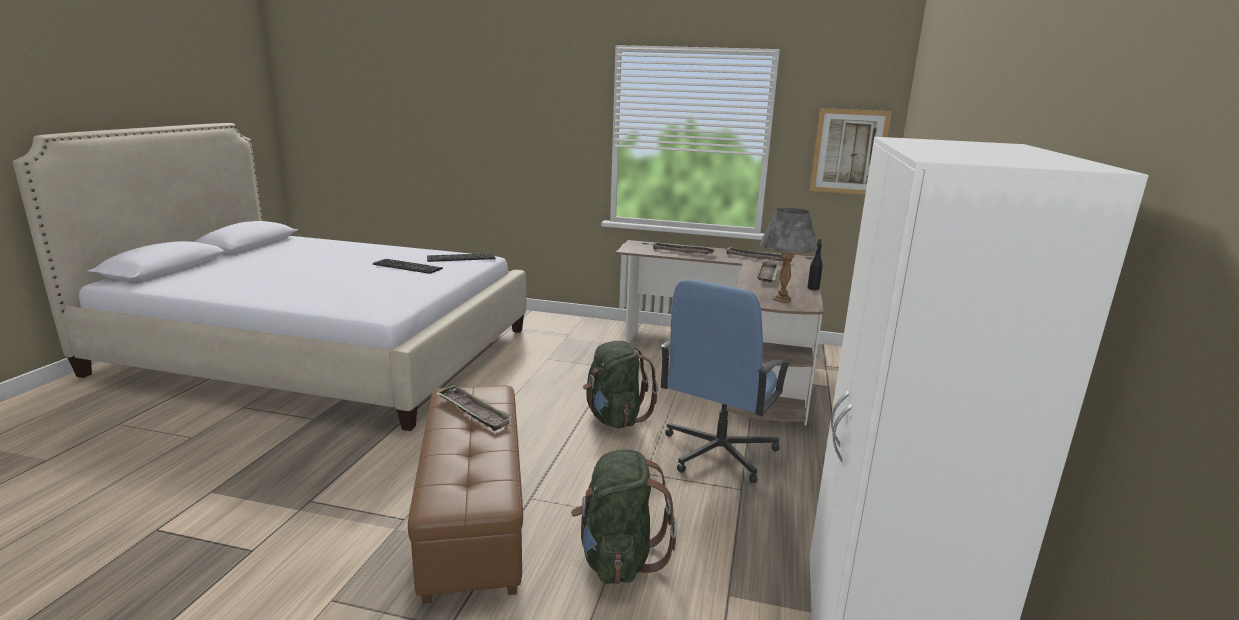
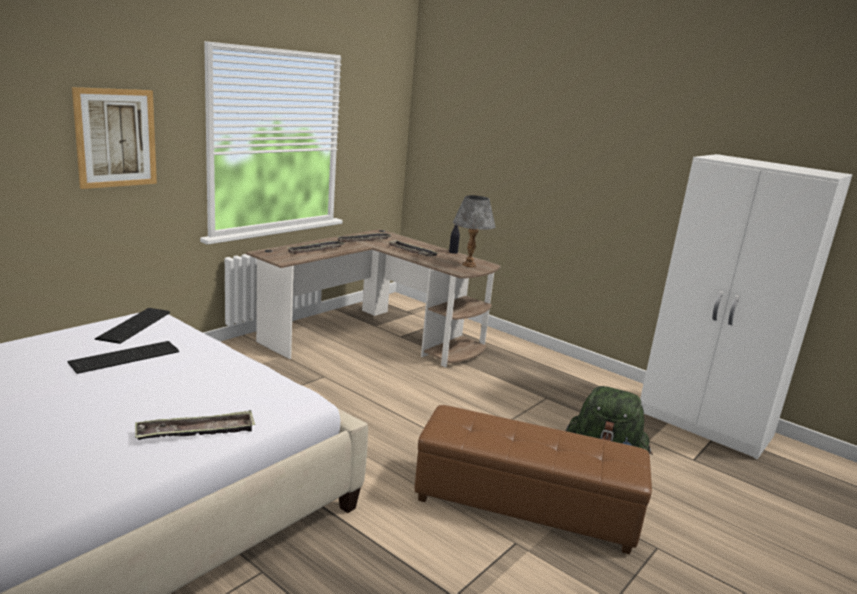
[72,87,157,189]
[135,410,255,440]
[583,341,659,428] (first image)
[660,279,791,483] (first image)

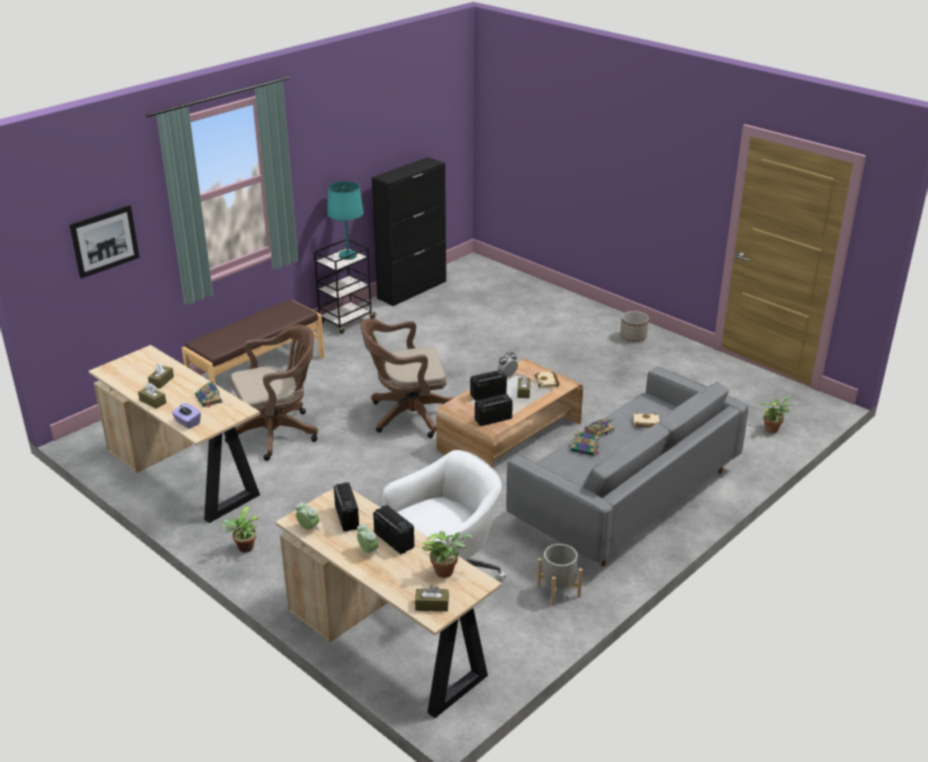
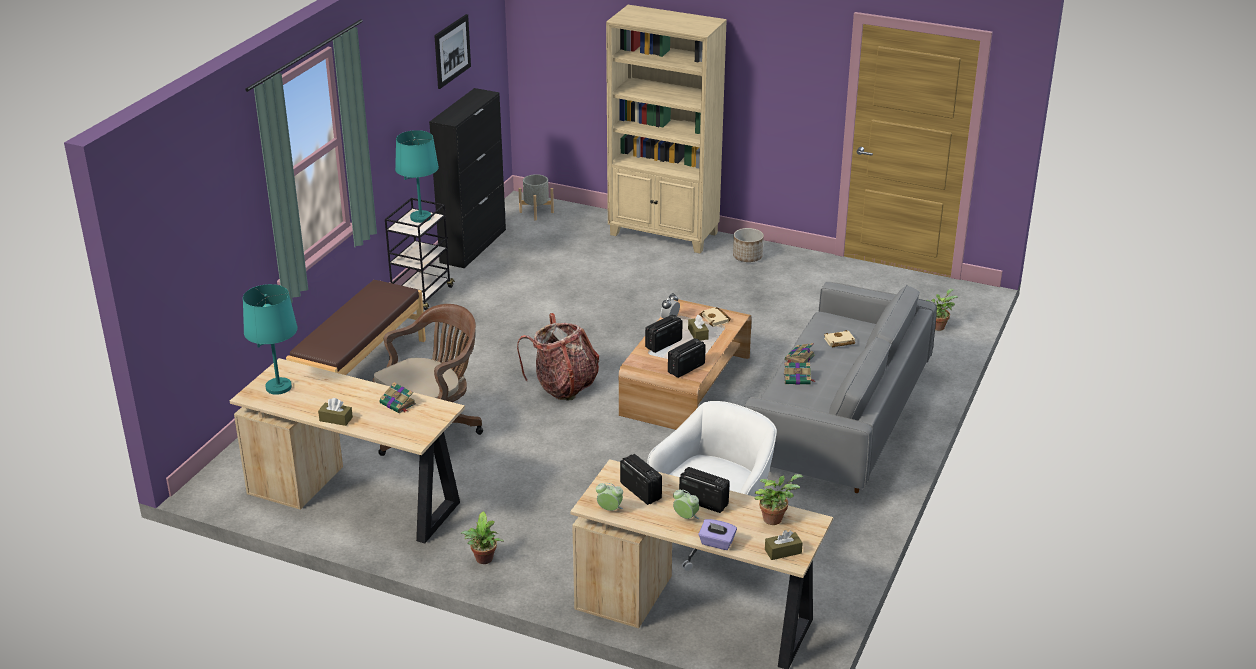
[243,284,298,395]
[434,14,471,89]
[517,313,599,401]
[518,174,554,220]
[606,5,727,254]
[698,519,737,550]
[148,363,174,389] (first image)

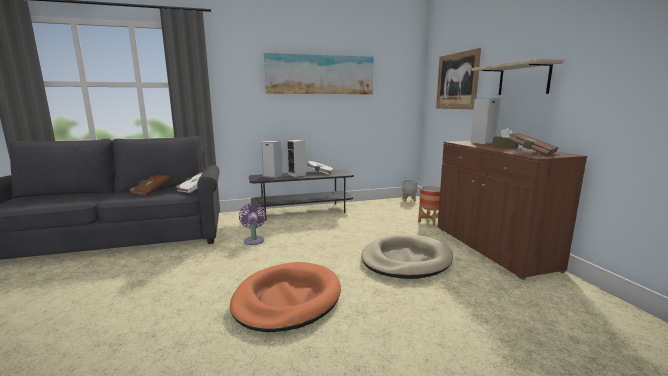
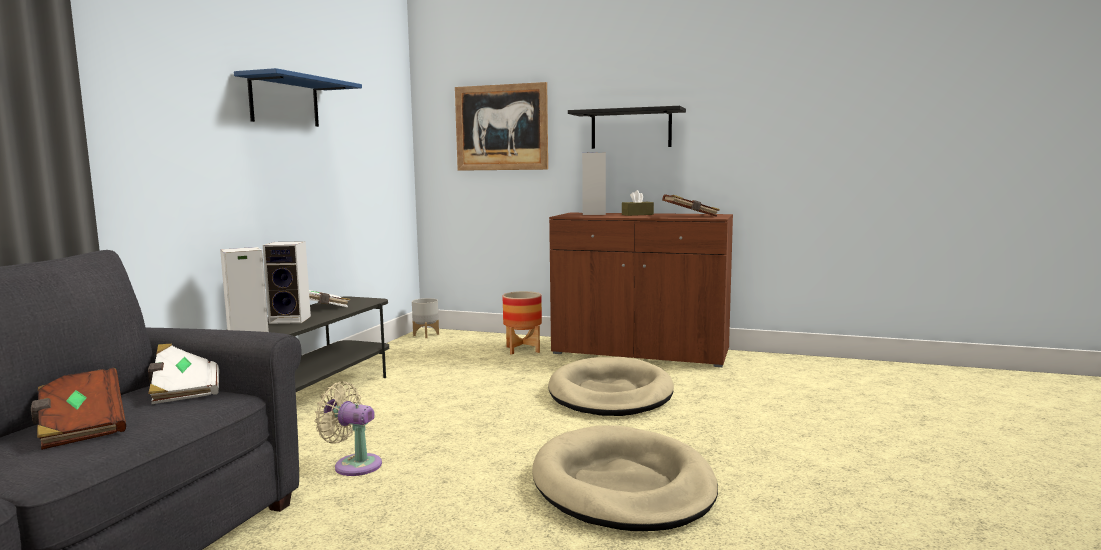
[234,68,362,127]
[314,382,382,476]
[532,425,718,531]
[568,106,686,149]

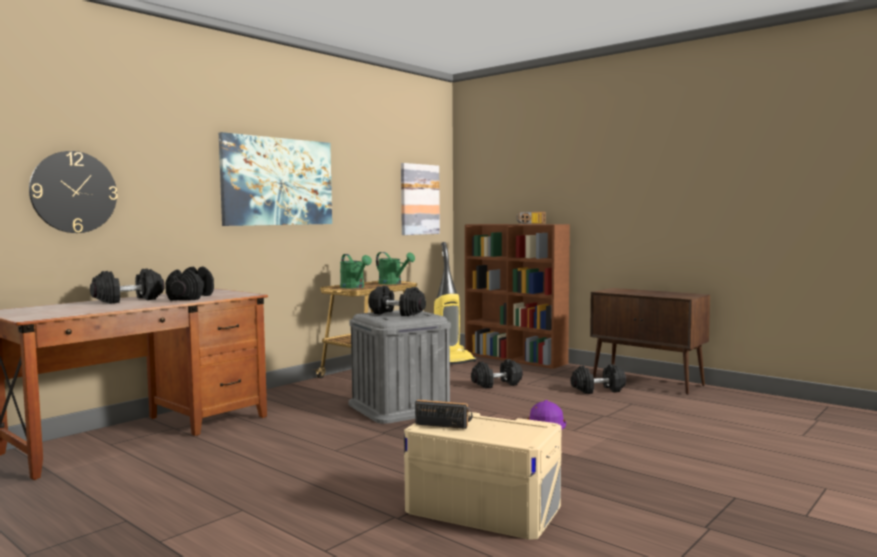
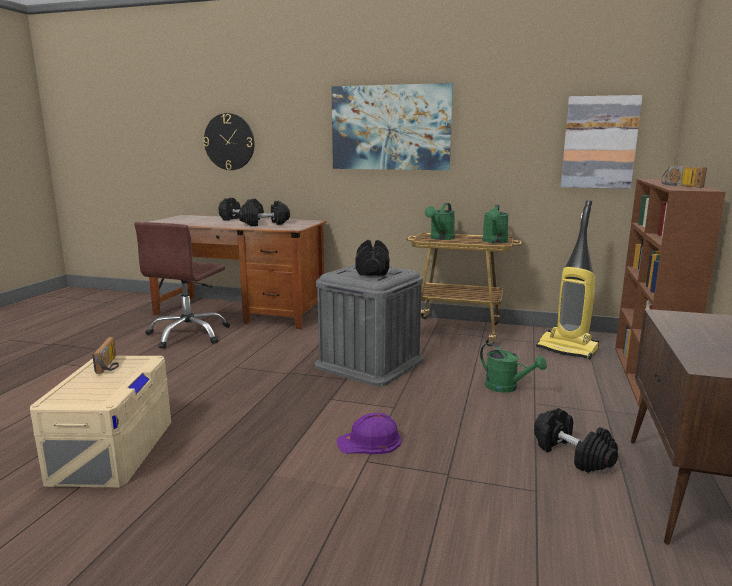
[134,222,230,349]
[480,343,547,393]

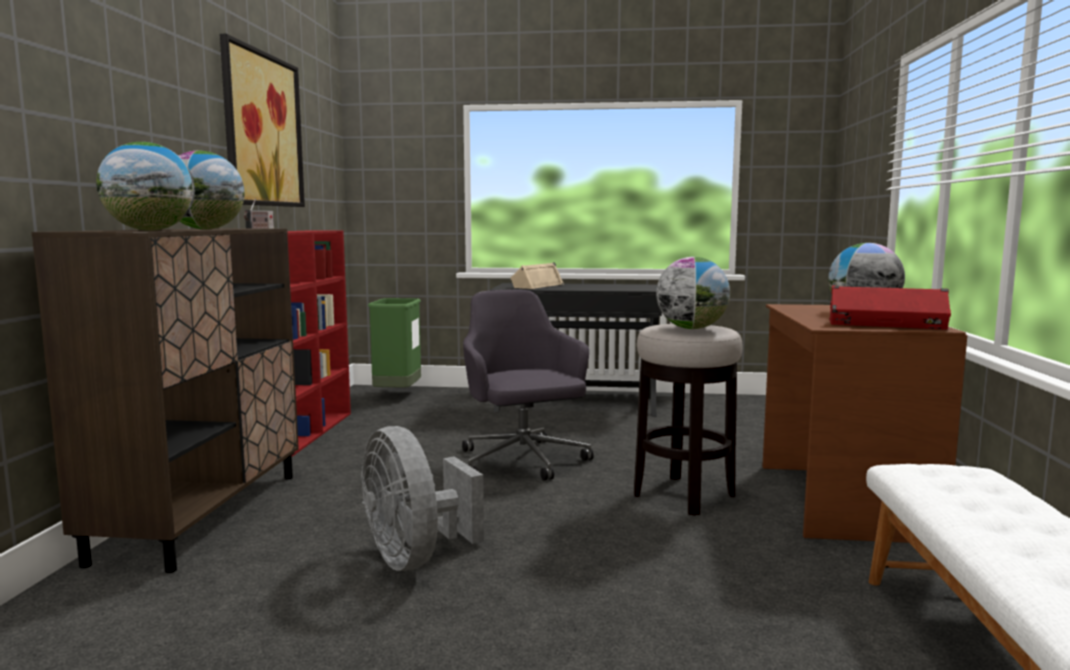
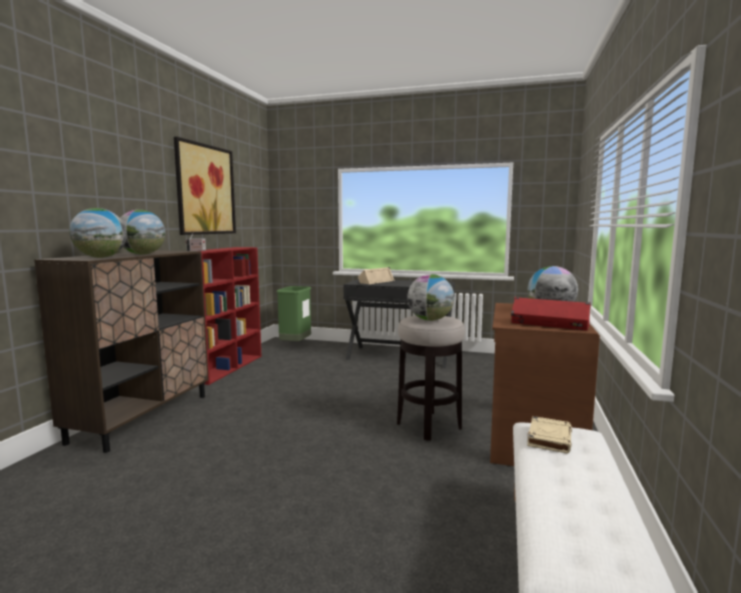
[527,416,572,453]
[361,426,484,571] (first image)
[462,290,594,481] (first image)

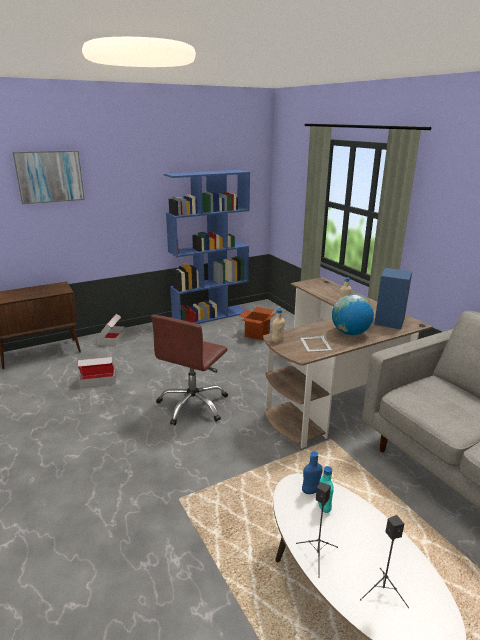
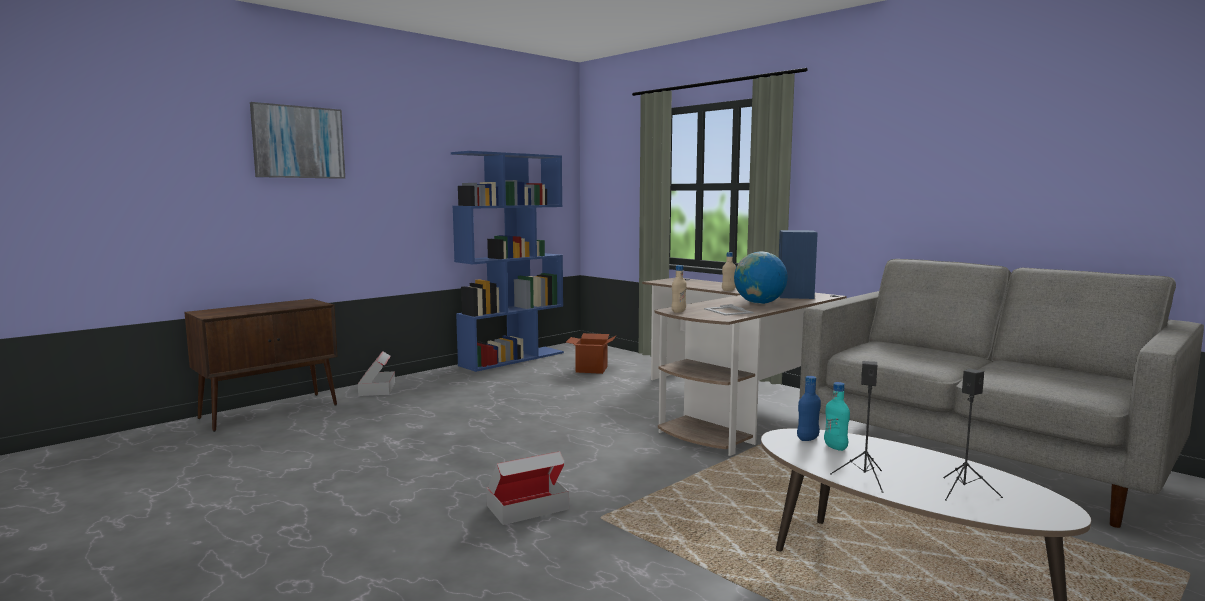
[486,451,569,525]
[151,315,228,426] (first image)

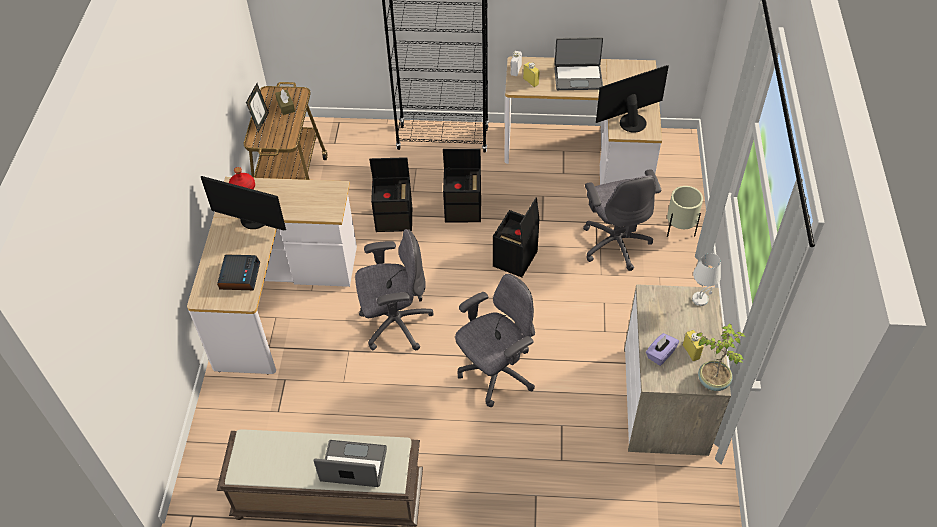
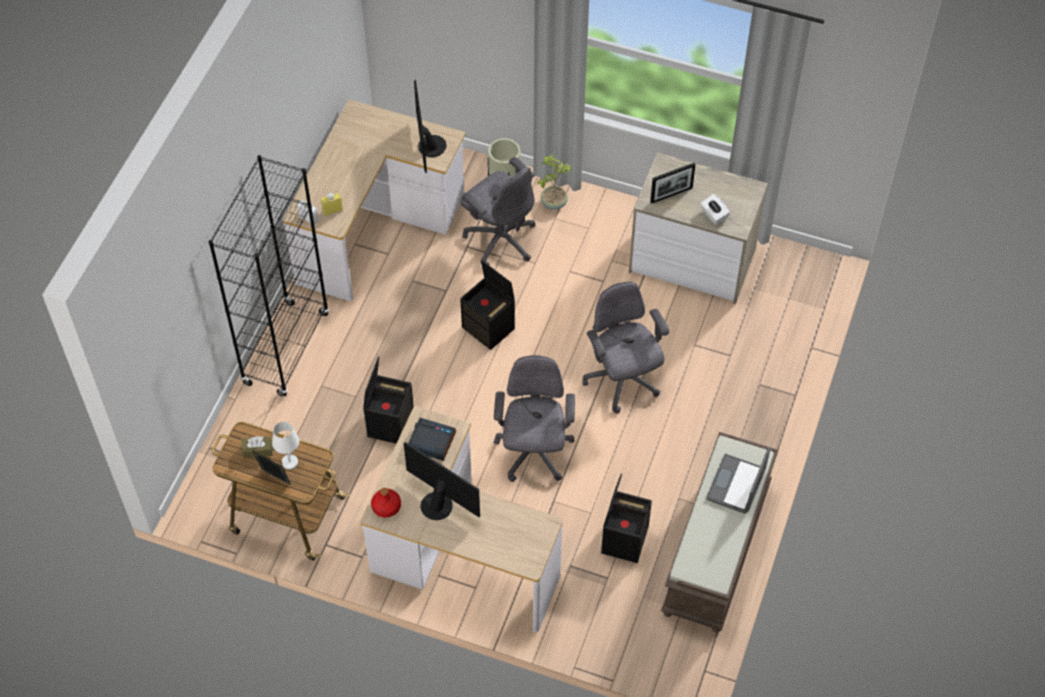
[272,422,299,470]
[404,442,480,520]
[408,418,456,461]
[460,157,535,265]
[537,154,572,210]
[601,473,652,563]
[650,163,696,204]
[700,194,730,225]
[555,37,603,90] (first image)
[683,330,704,361] (first image)

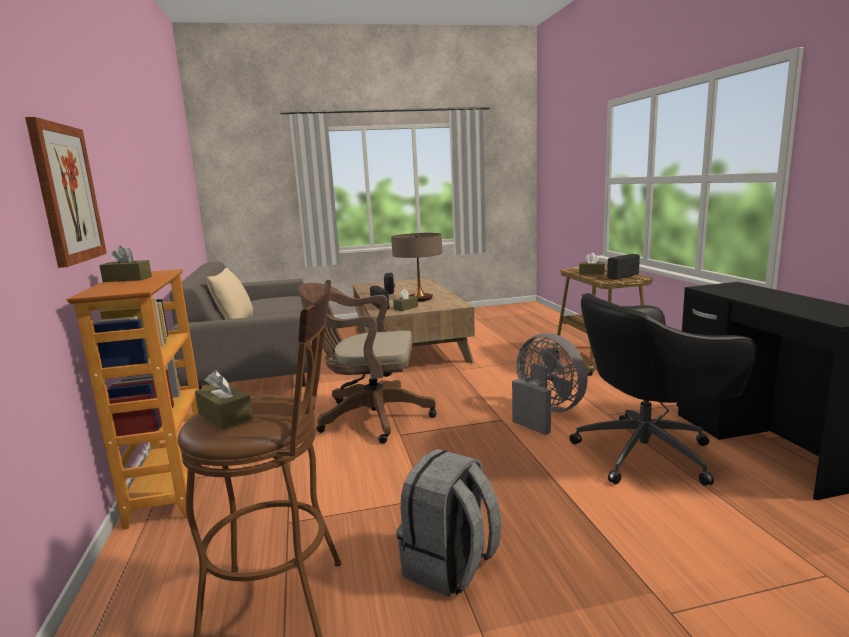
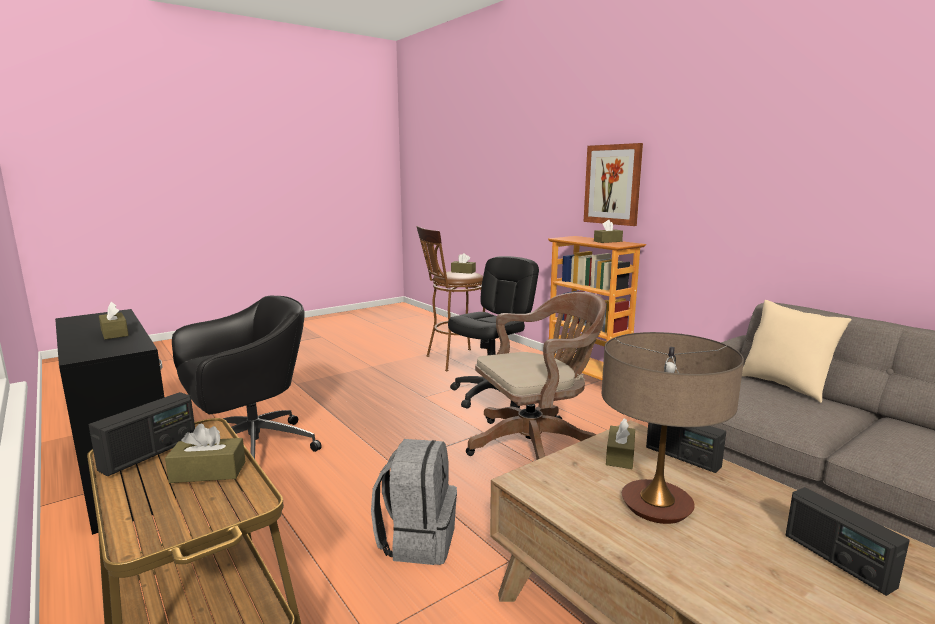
[99,302,129,339]
[371,439,457,565]
[448,256,539,408]
[512,333,588,435] (first image)

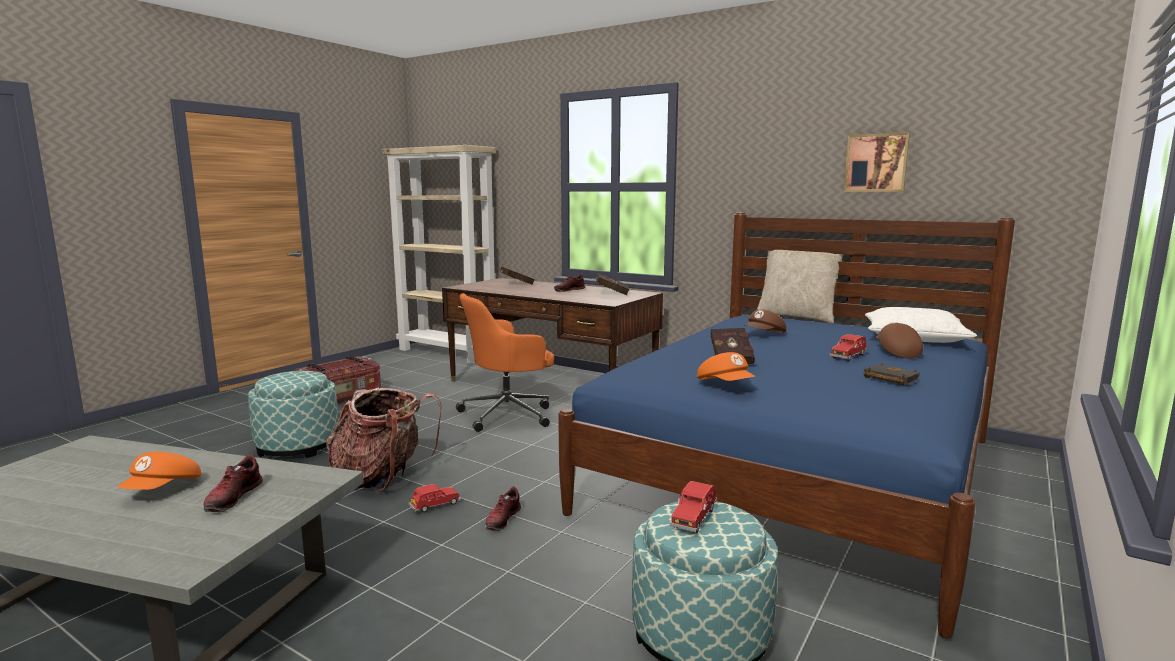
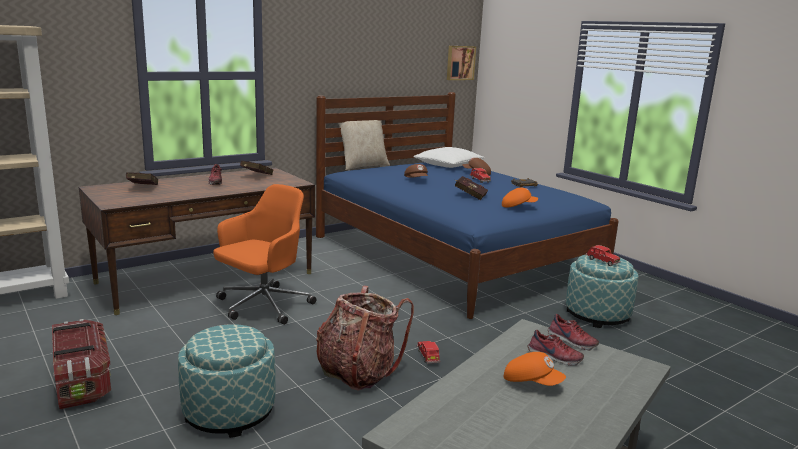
[213,184,317,325]
[447,46,476,80]
[548,314,599,350]

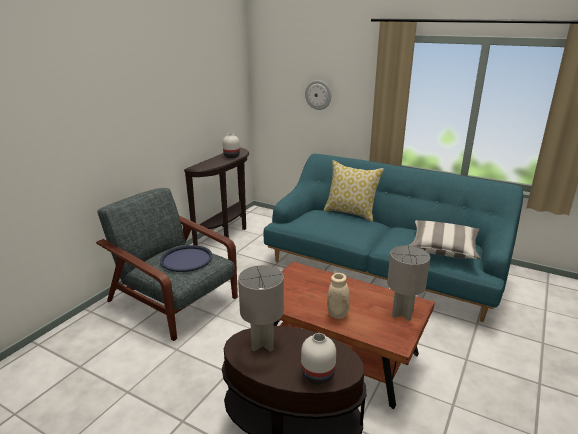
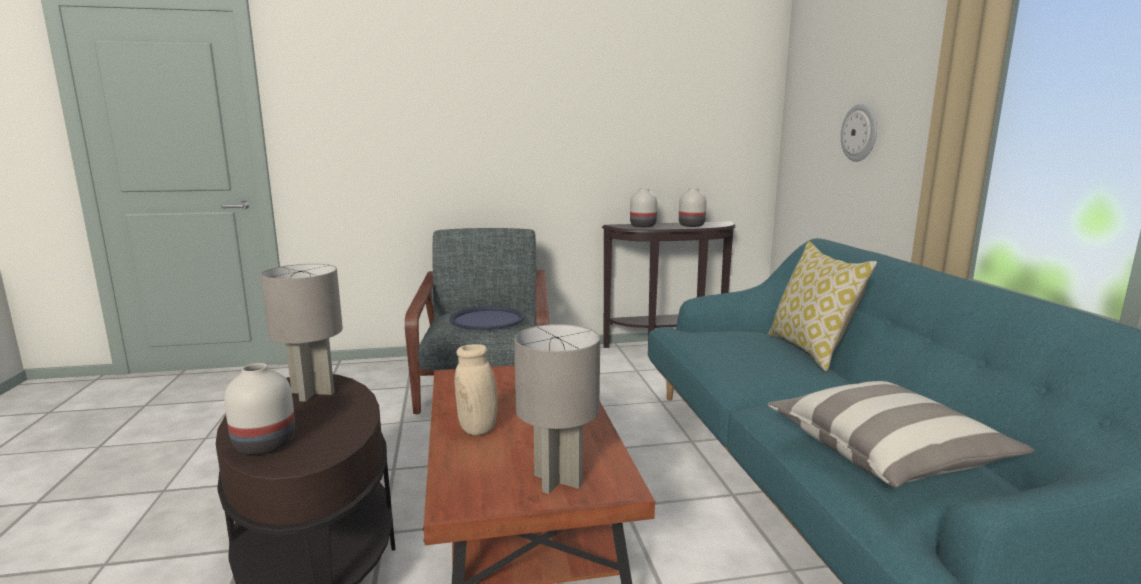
[630,188,657,227]

